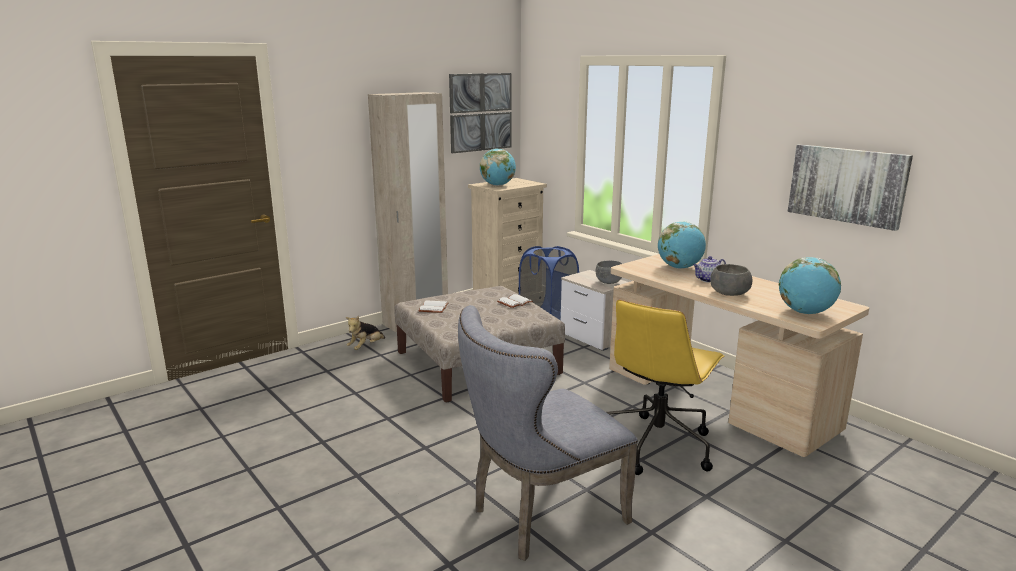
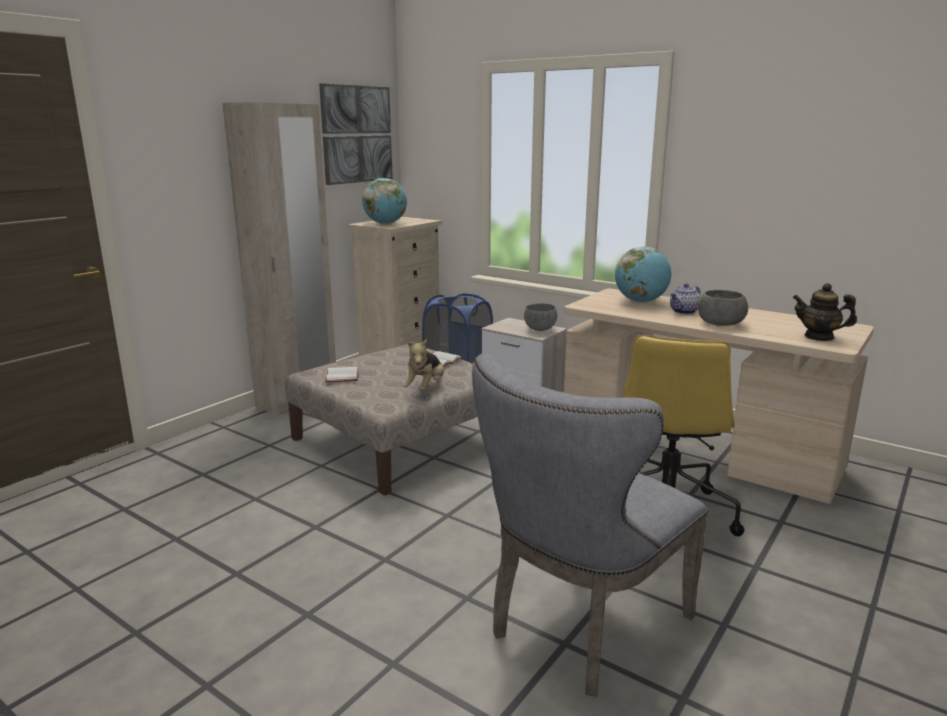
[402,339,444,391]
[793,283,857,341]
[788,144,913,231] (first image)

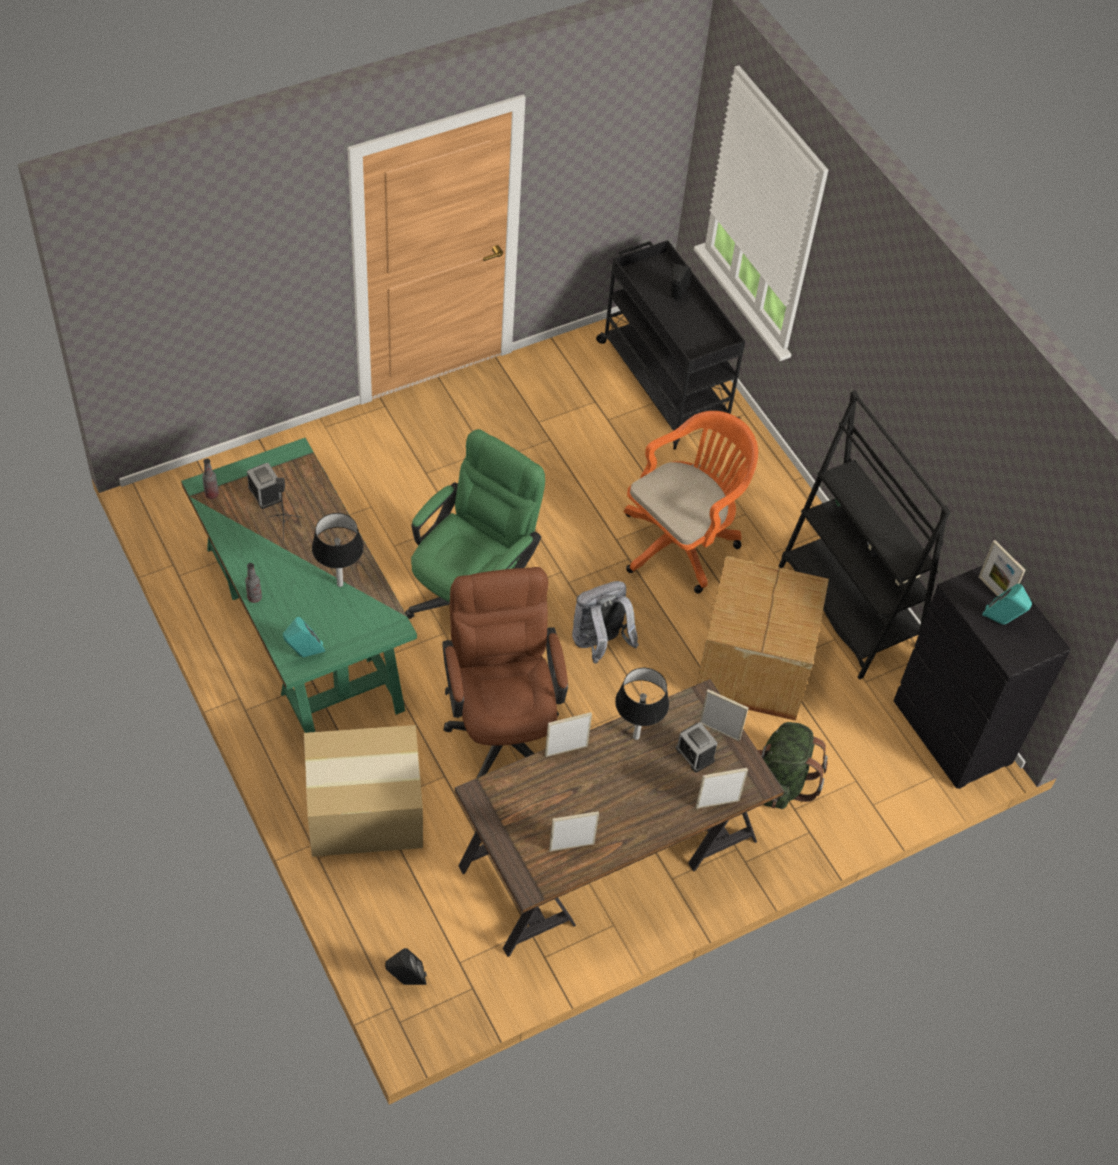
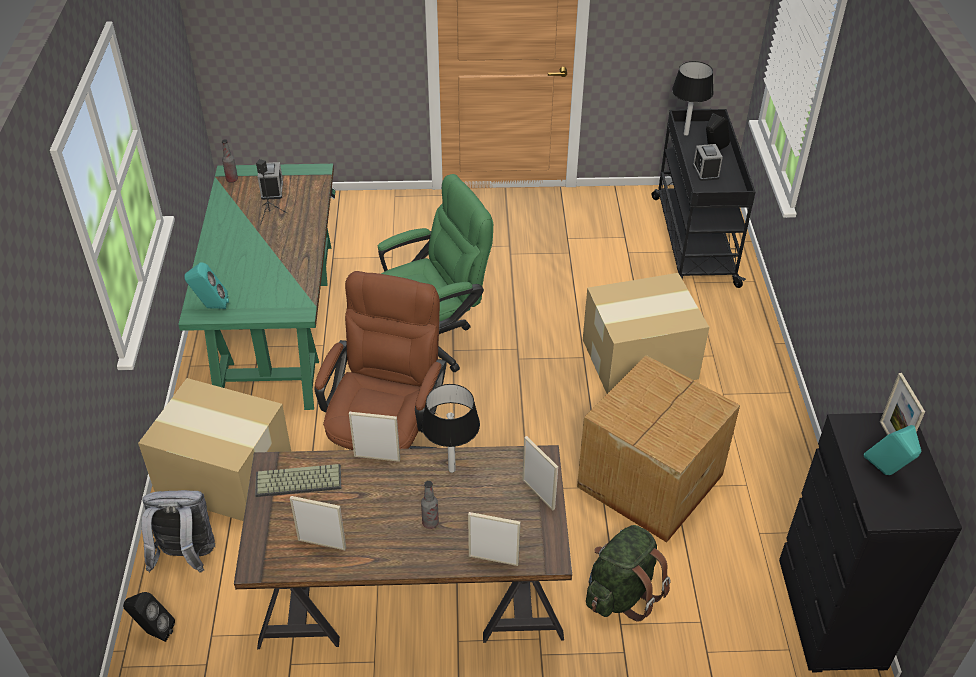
[141,490,215,573]
[255,464,341,497]
[421,481,439,529]
[583,273,709,394]
[672,61,714,136]
[693,144,723,181]
[779,390,950,679] (first image)

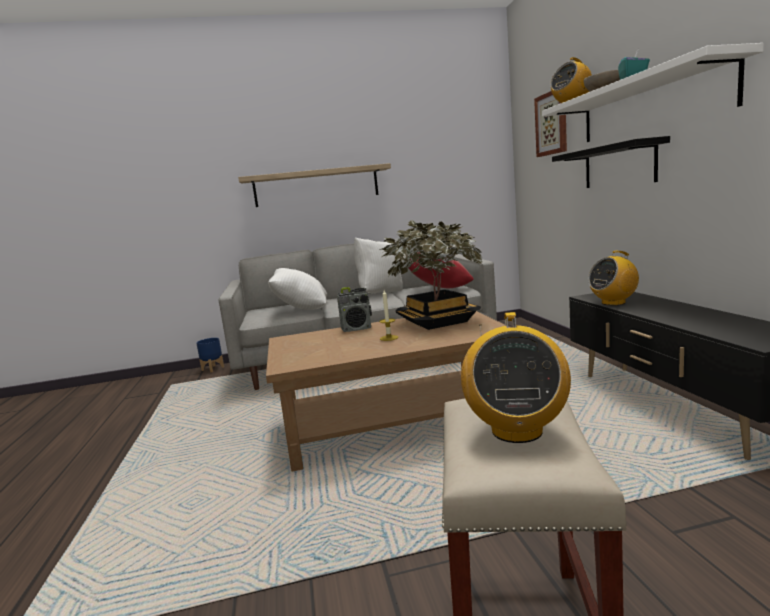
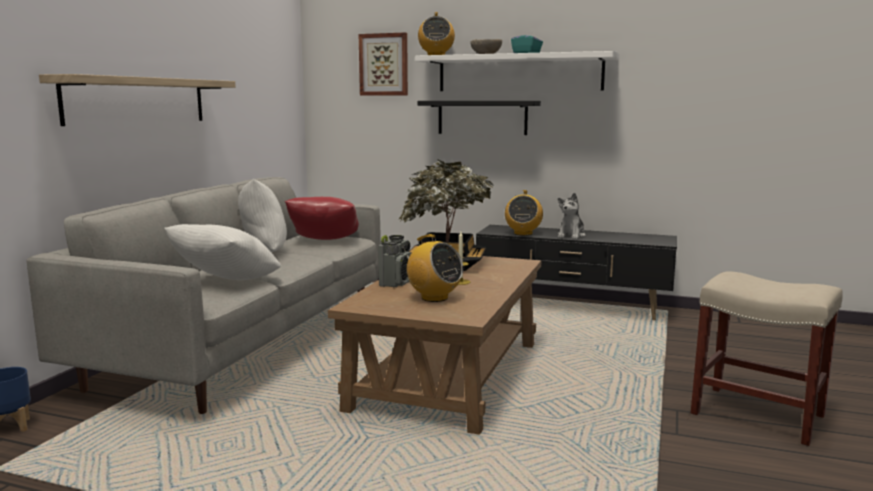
[402,234,463,302]
[558,193,586,239]

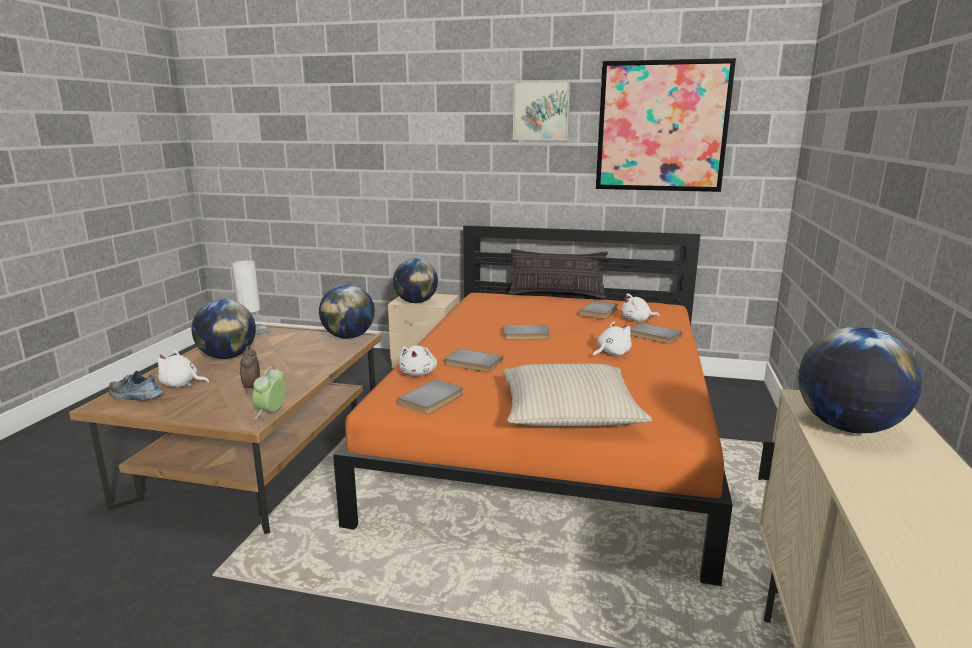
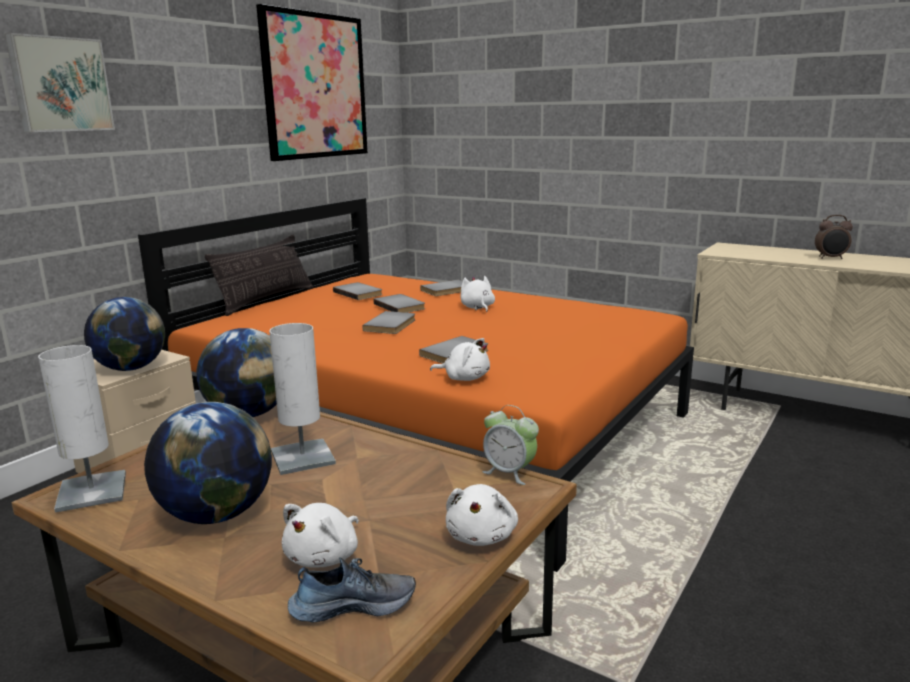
[5,33,115,132]
[269,323,336,475]
[288,558,416,623]
[373,294,425,313]
[446,484,518,546]
[815,215,853,259]
[502,364,652,427] (first image)
[798,327,922,433] (first image)

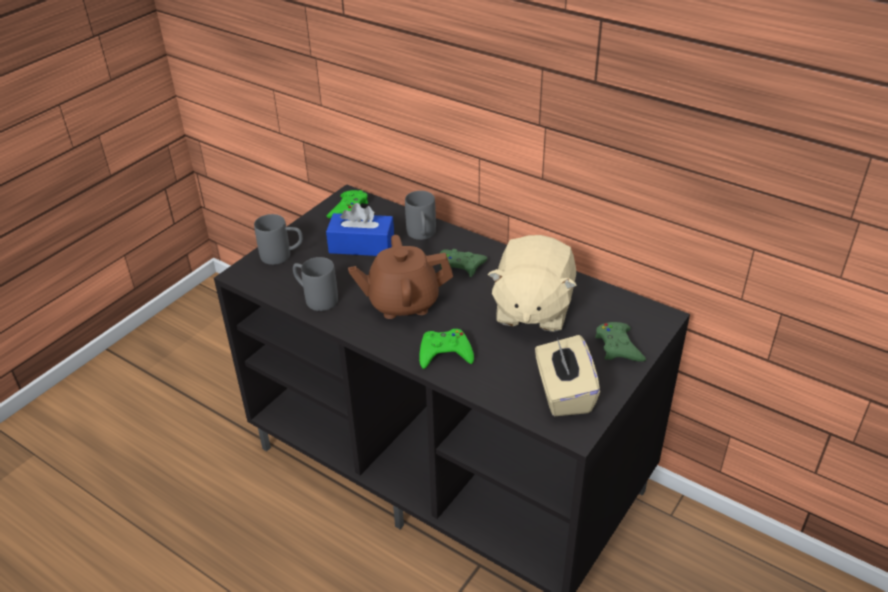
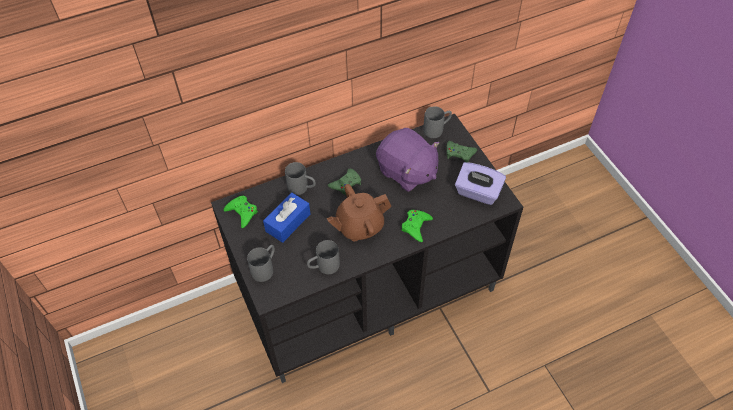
[327,184,392,241]
[376,128,440,192]
[423,106,452,138]
[455,162,506,205]

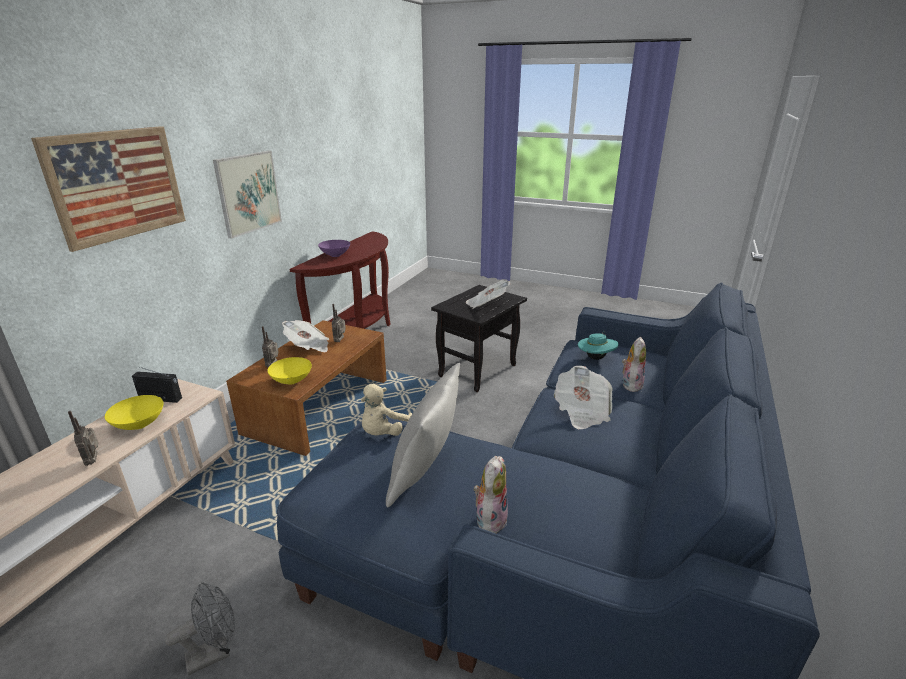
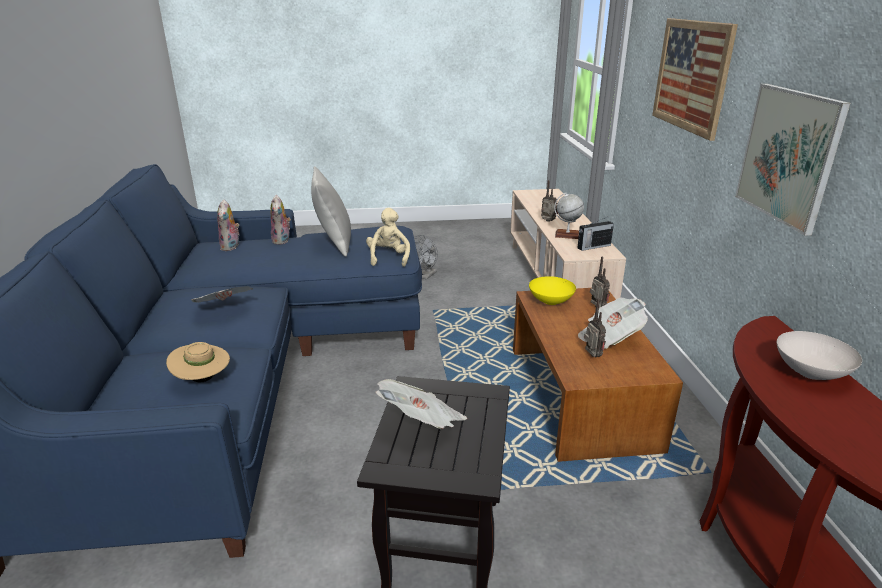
[166,342,230,382]
[217,199,240,251]
[554,193,584,239]
[777,331,862,380]

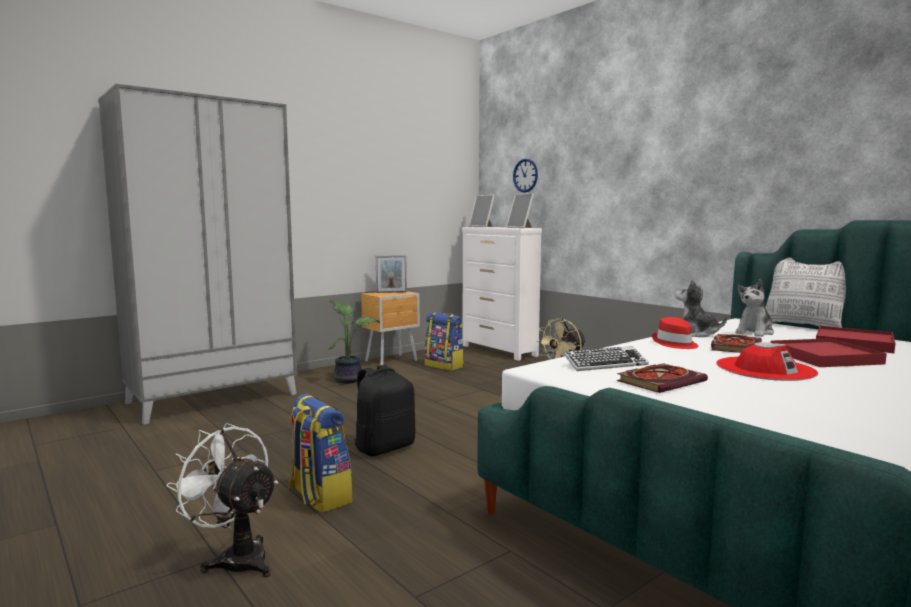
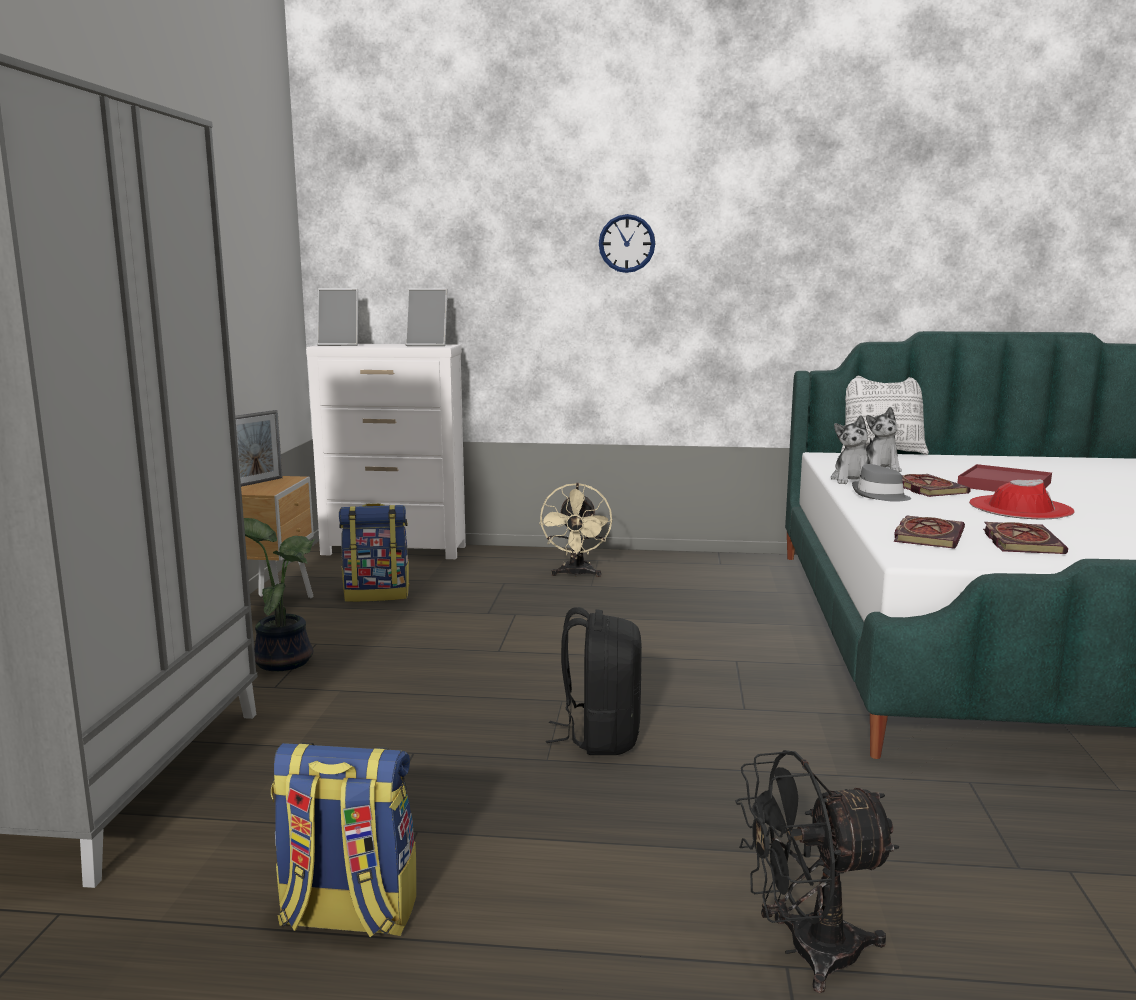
[271,743,417,937]
[599,214,655,273]
[735,750,900,993]
[831,415,870,484]
[852,464,911,502]
[894,515,965,549]
[816,326,895,353] (first image)

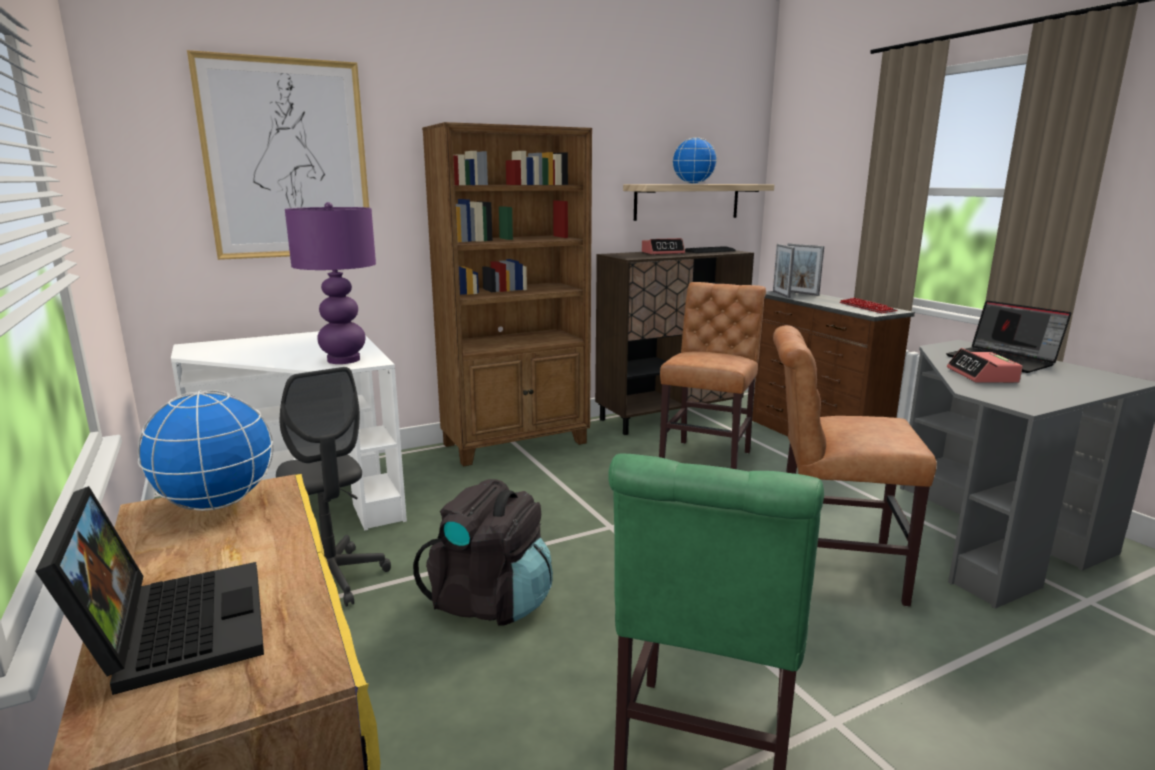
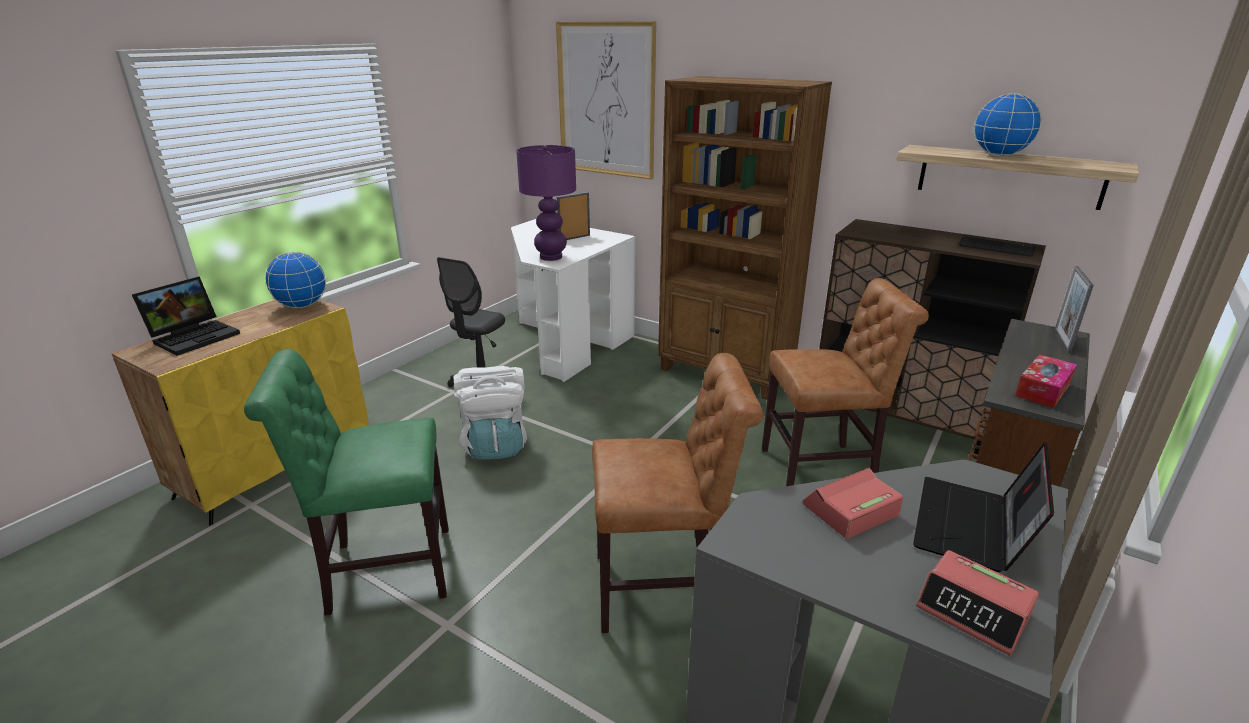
[454,366,527,460]
[557,192,590,240]
[592,353,763,633]
[916,550,1039,656]
[1015,354,1077,408]

